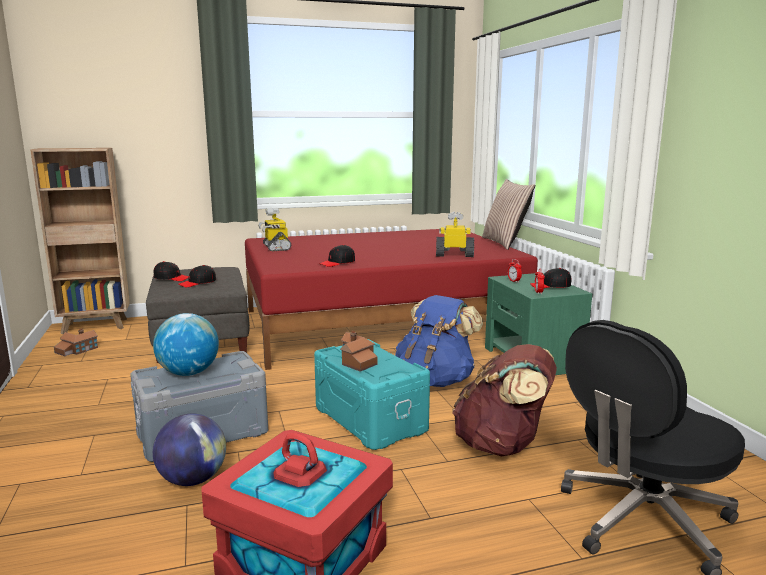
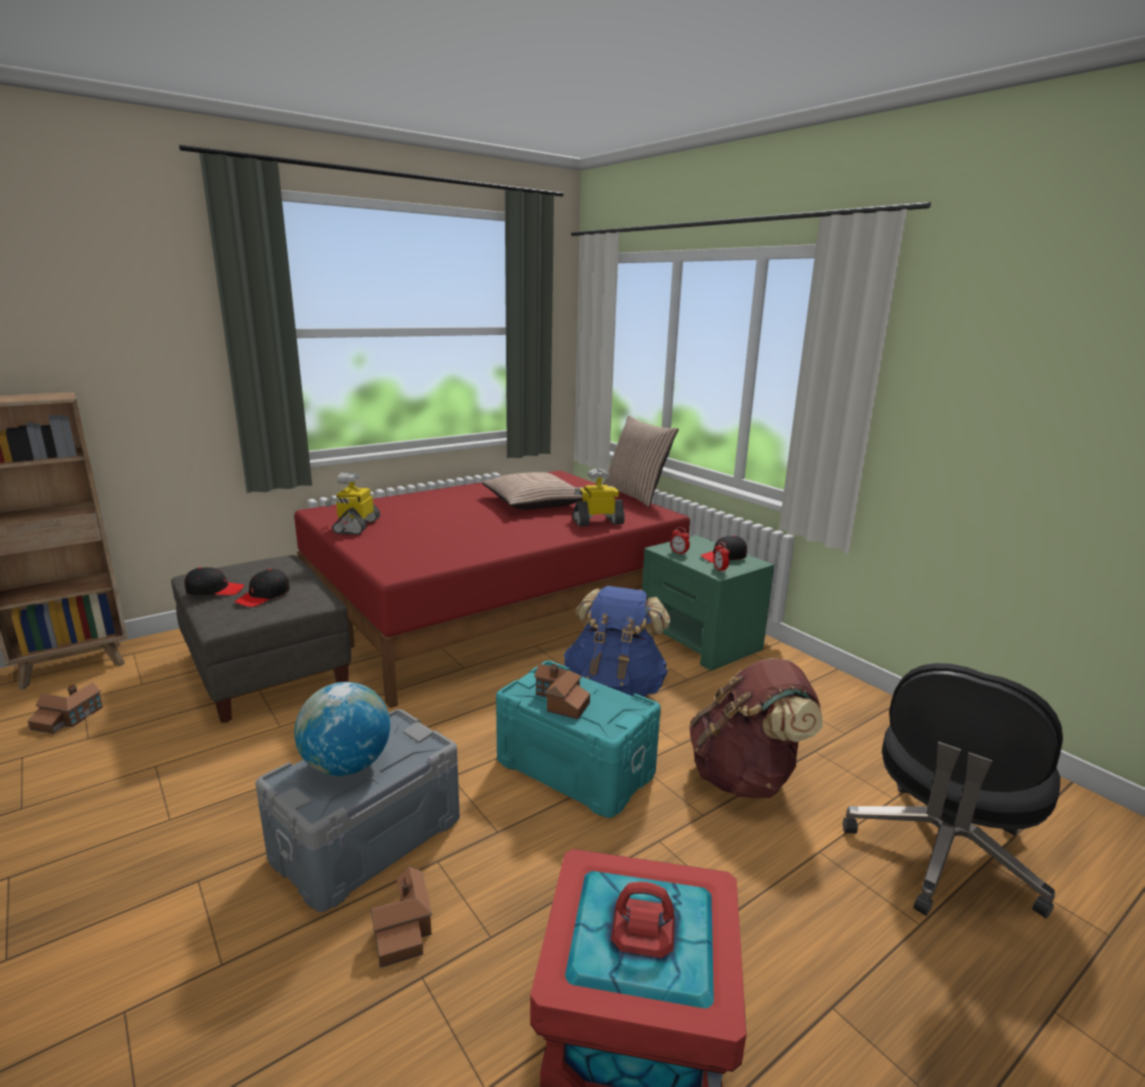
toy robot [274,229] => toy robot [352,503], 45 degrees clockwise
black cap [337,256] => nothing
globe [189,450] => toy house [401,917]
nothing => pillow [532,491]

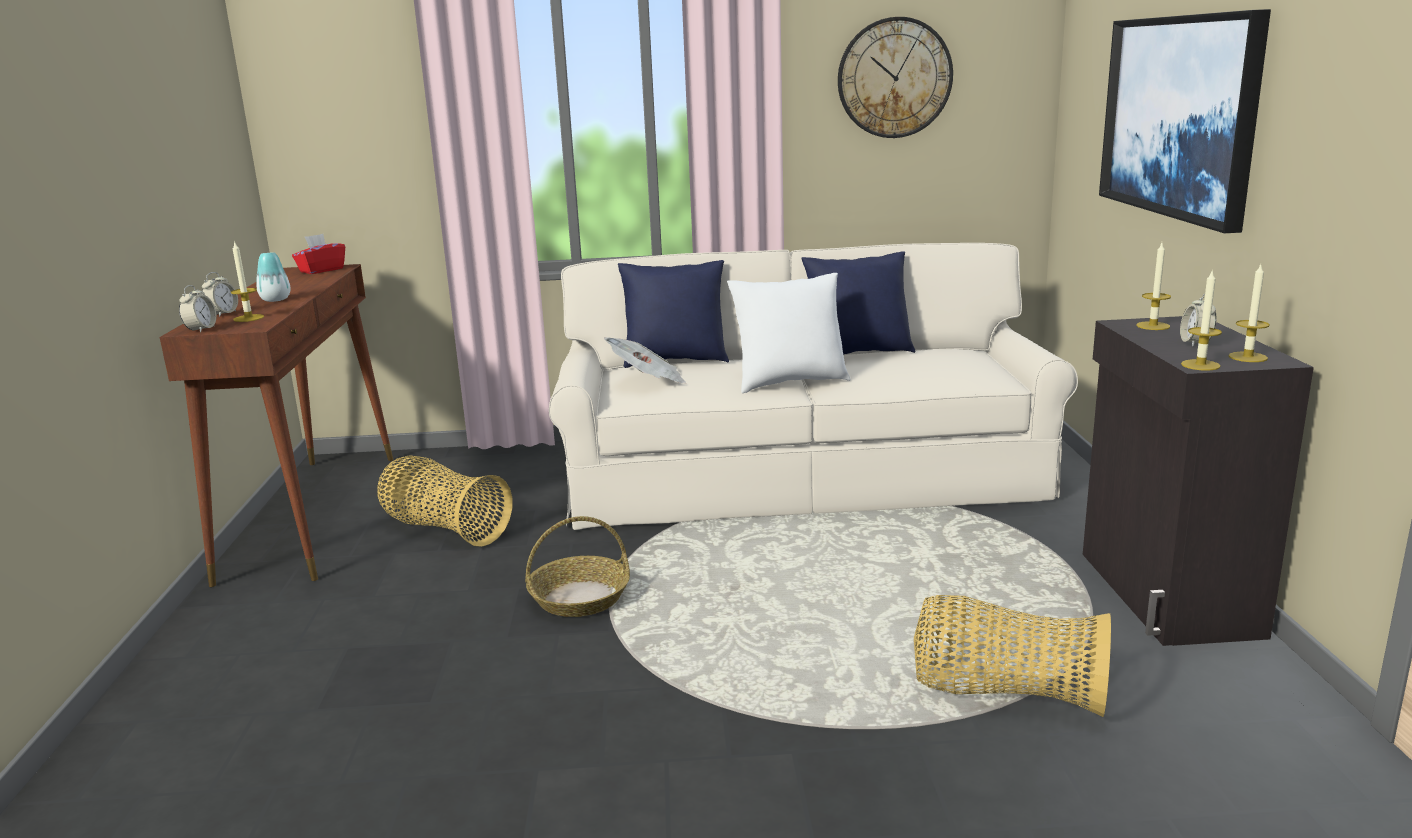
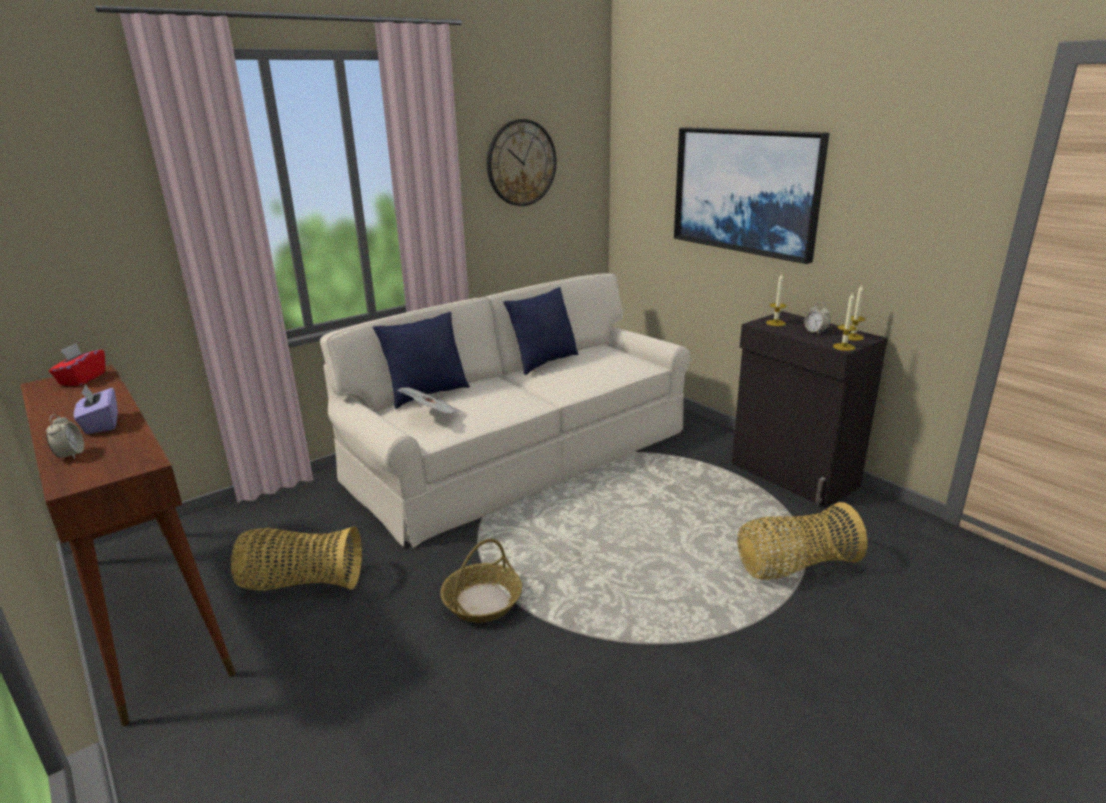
candle [247,281] => nothing
vase [273,277] => purple tissue box [96,409]
white pillow [788,333] => nothing
alarm clock [198,309] => nothing

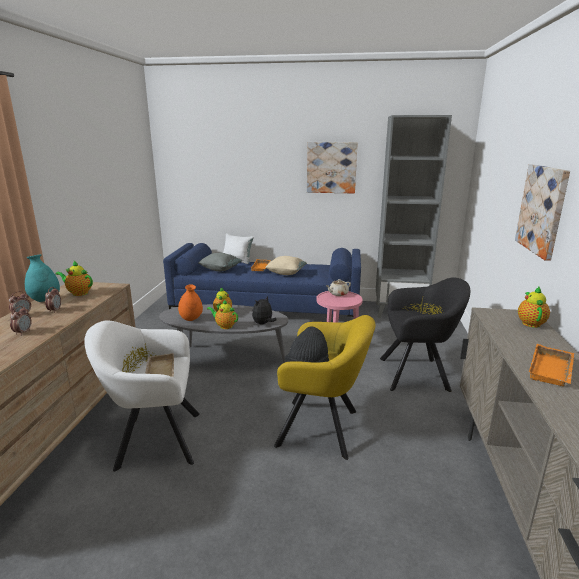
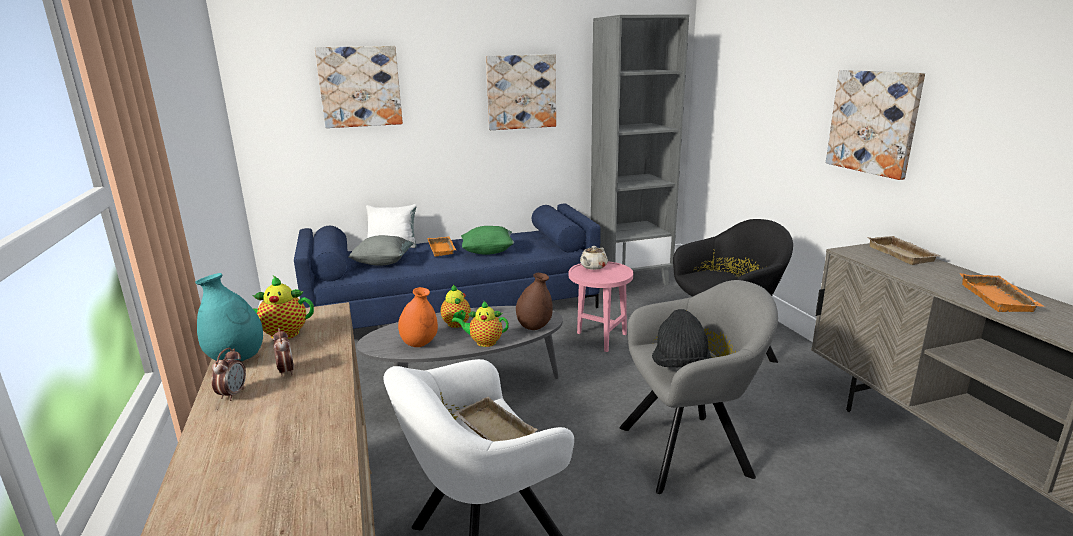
beige pillow [286,265] => green pillow [488,240]
teapot [534,307] => beige tray [904,250]
plush toy [264,310] => brown vase [534,301]
alarm clock [20,321] => nothing
yellow armchair [324,387] => grey armchair [699,387]
nothing => picture [359,87]

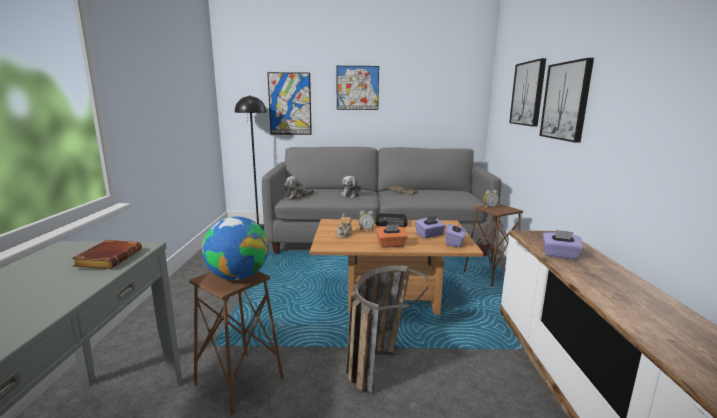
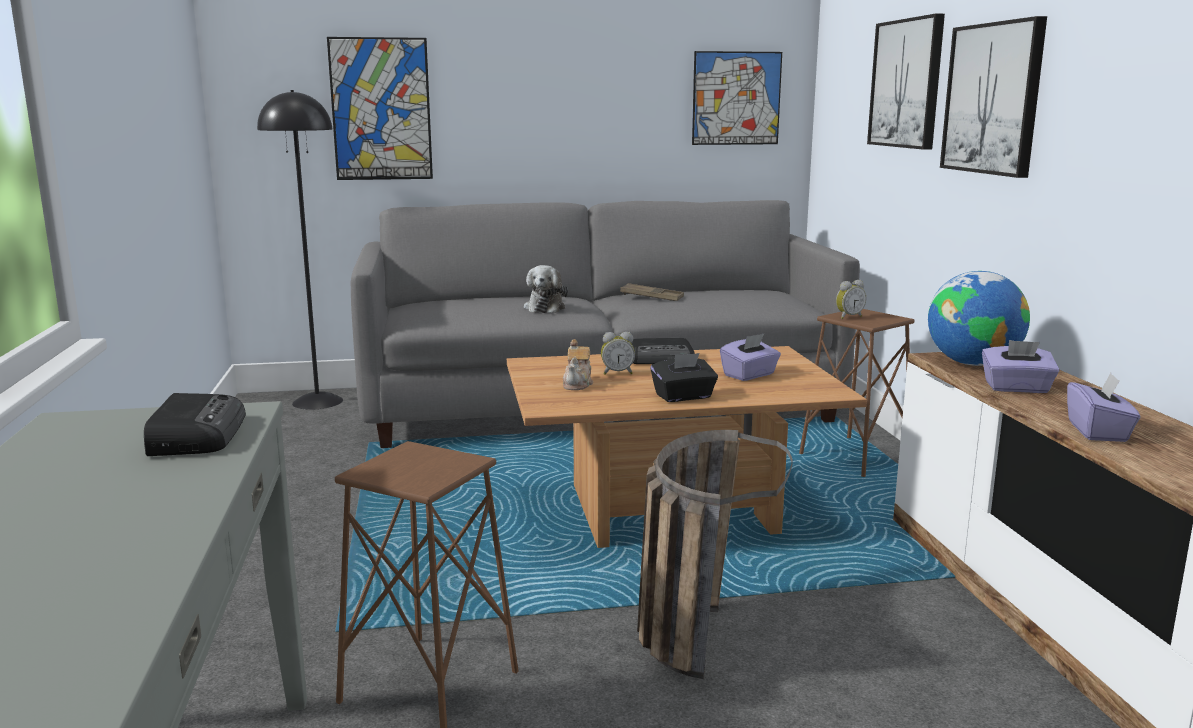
picture [357,88] => picture [737,98], shifted
plush toy [299,187] => nothing
globe [235,248] => globe [979,318], shifted
purple tissue box [455,234] => purple tissue box [1104,407], shifted
orange tissue box [392,236] => black tissue box [684,377]
brown book [107,254] => radio [195,424]

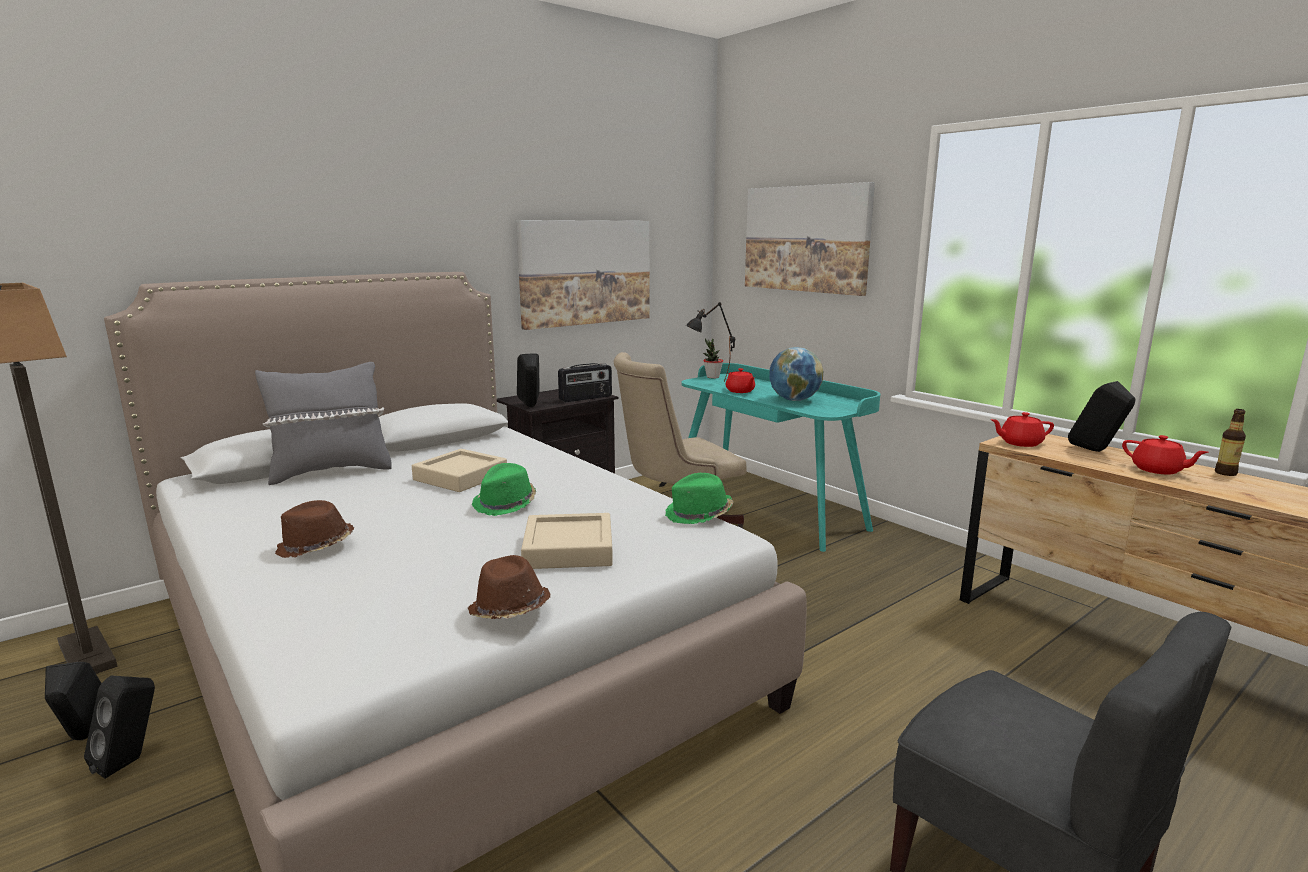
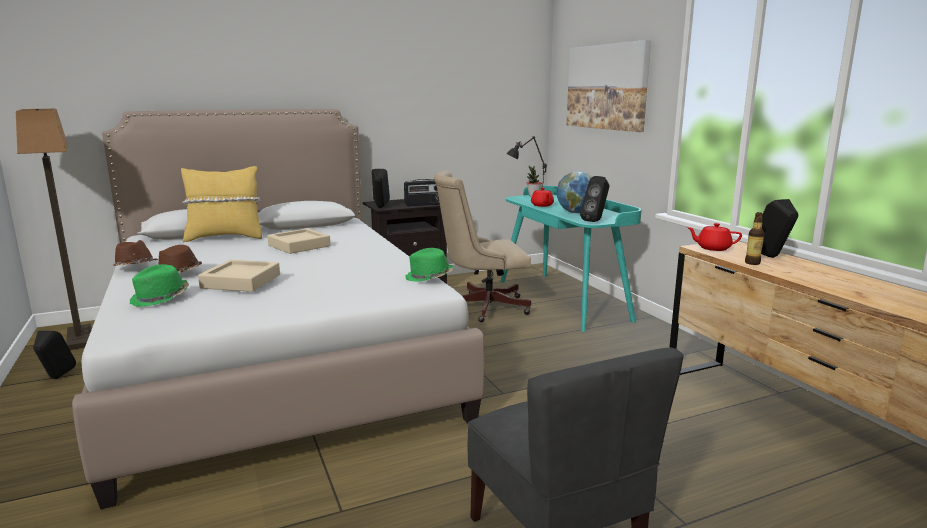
picture [582,275] => nothing
grey pillow [323,423] => yellow pillow [221,204]
bottle [1230,442] => bottle [754,238], shifted
red teapot [1165,455] => nothing
green hat [504,489] => green hat [159,285], shifted
beige tray [567,541] => beige tray [239,276], shifted
brown hat [509,587] => brown hat [133,253], shifted
black speaker [119,727] => black speaker [594,199], shifted

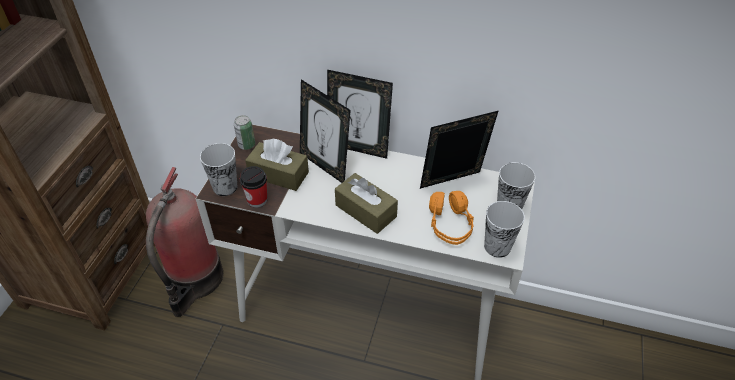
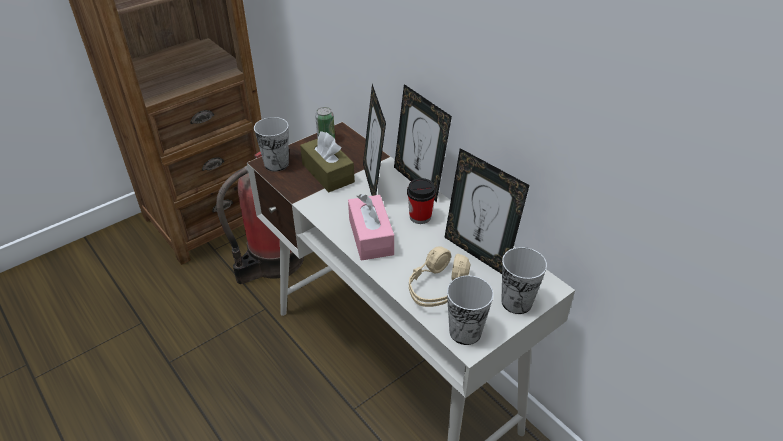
picture frame [459,150] => picture frame [486,211], 150 degrees counterclockwise
cup [253,187] => cup [421,201], shifted
brown tissue box [366,203] => pink tissue box [371,227]
orange headphones [451,218] => beige headphones [439,276]

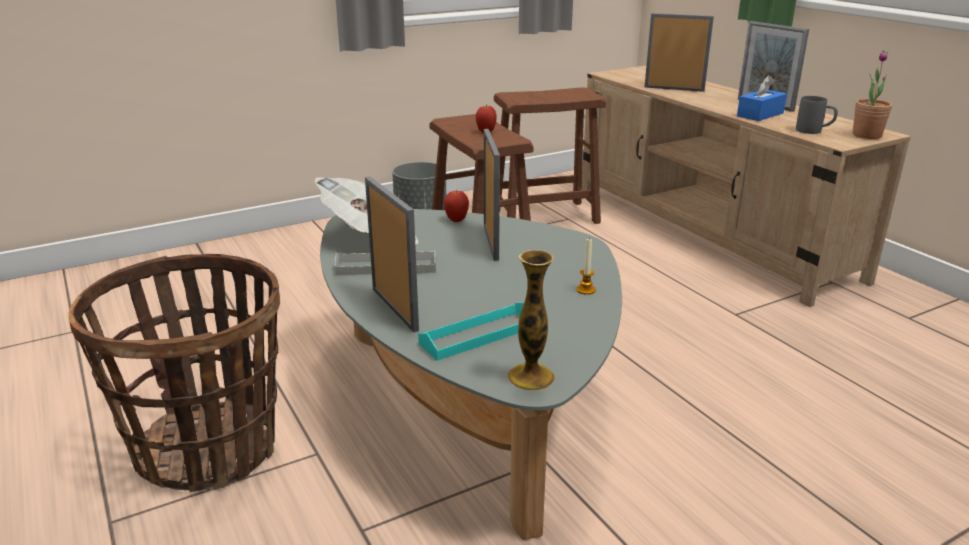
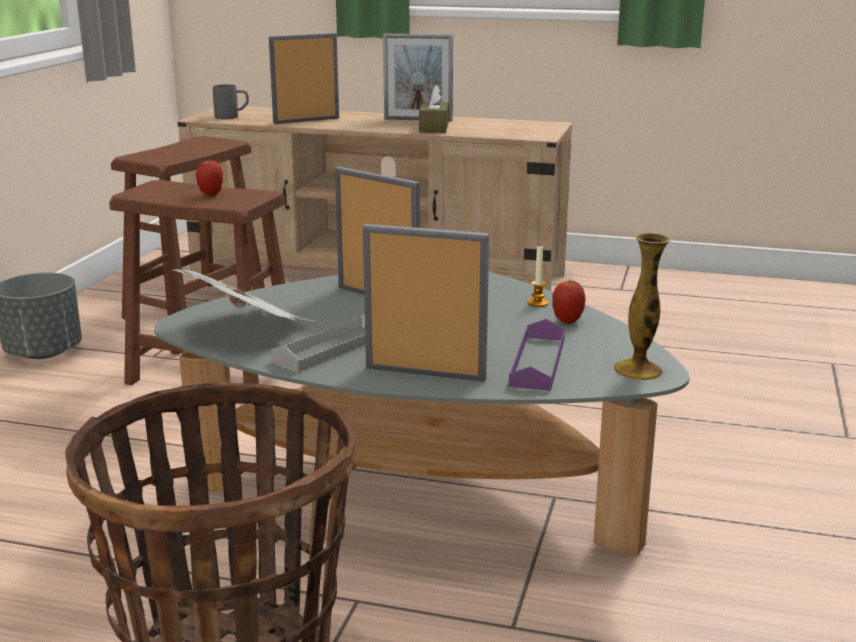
potted plant [872,95] => nothing
blue tissue box [762,98] => brown tissue box [434,109]
grey mug [817,115] => grey mug [231,101], shifted
apple [456,205] => apple [569,301], shifted
turquoise tray [471,332] => purple tray [537,355]

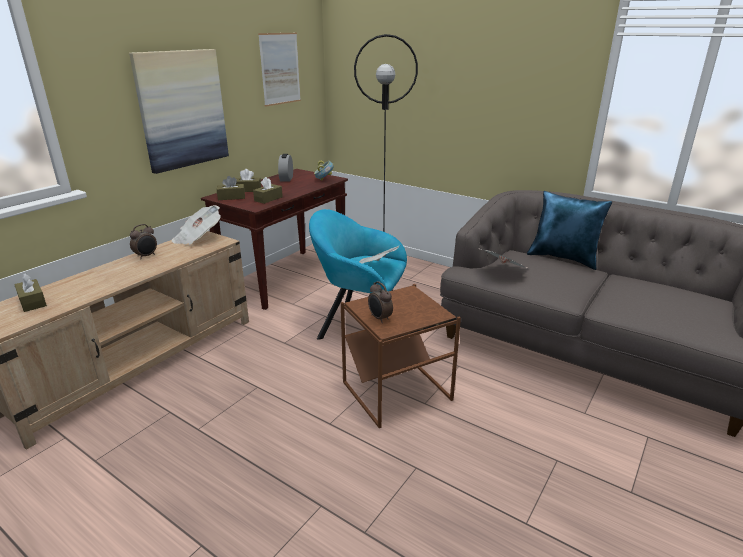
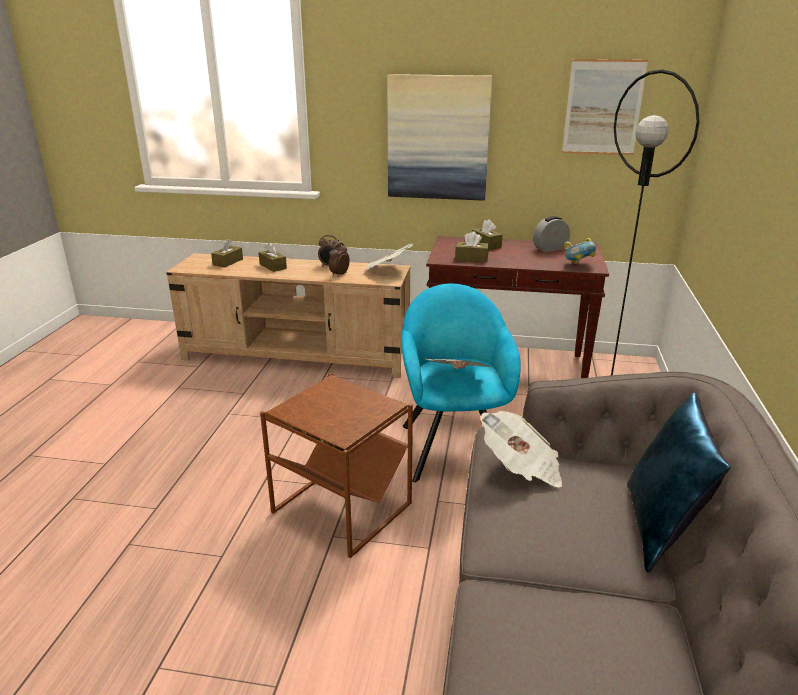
brown tissue box [231,188] => brown tissue box [272,257], shifted
alarm clock [380,302] => alarm clock [339,260], shifted

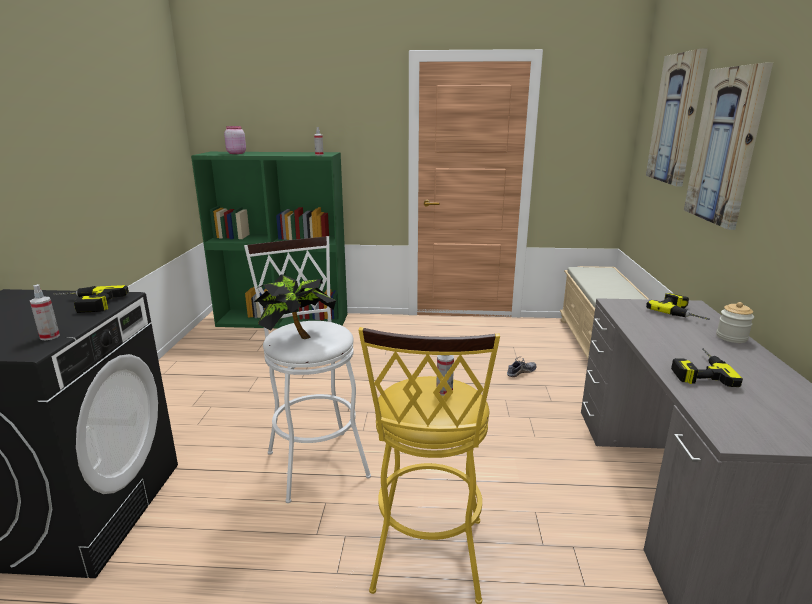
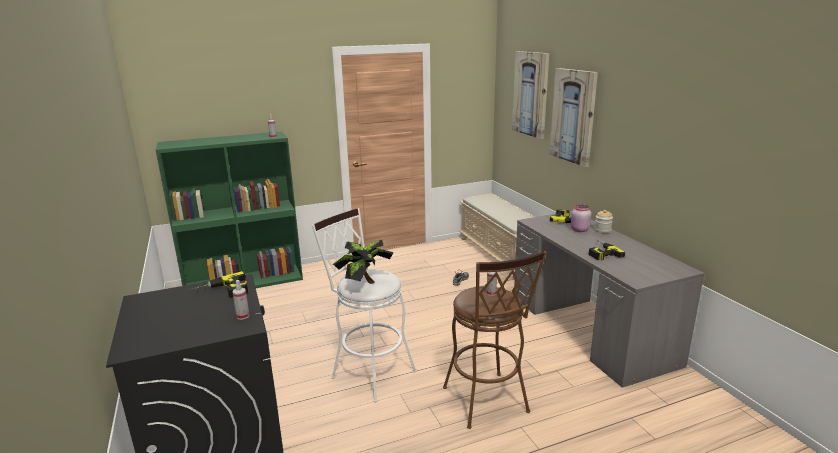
pink jar [235,140] => pink jar [581,218], shifted
yellow stool [429,465] => brown stool [495,340]

